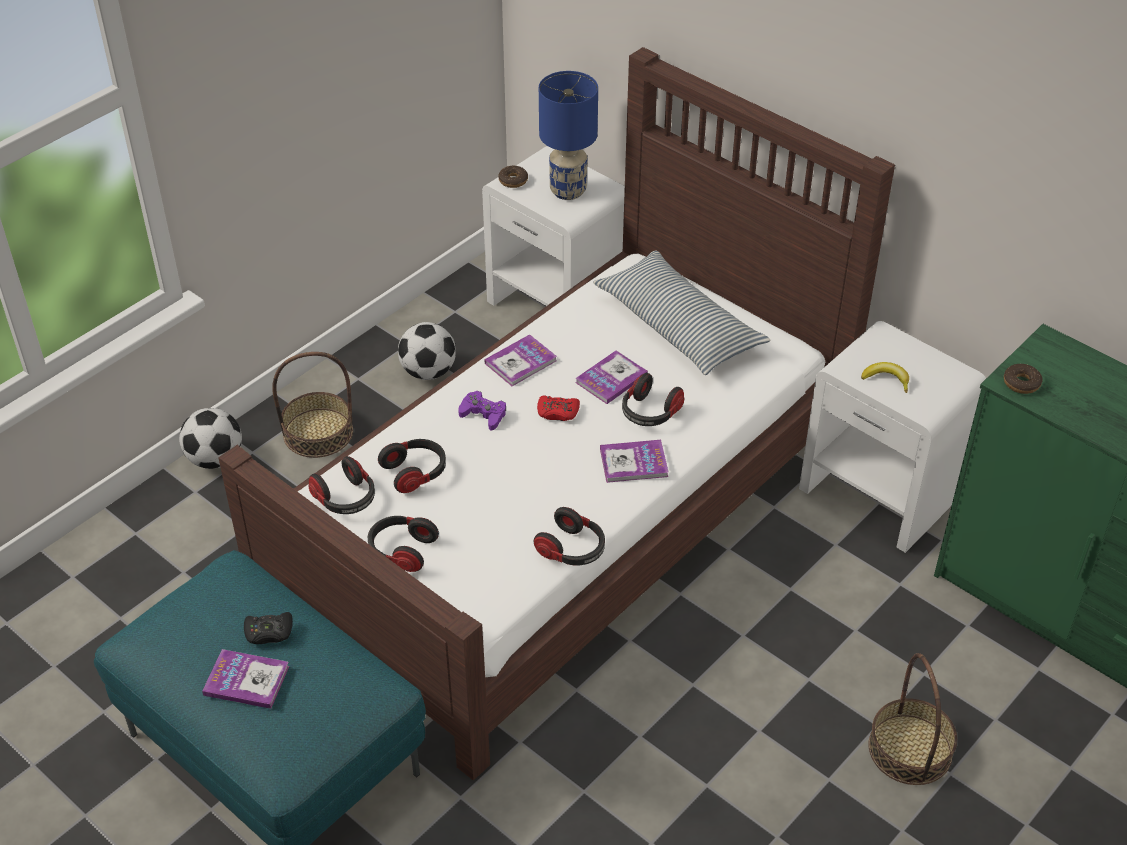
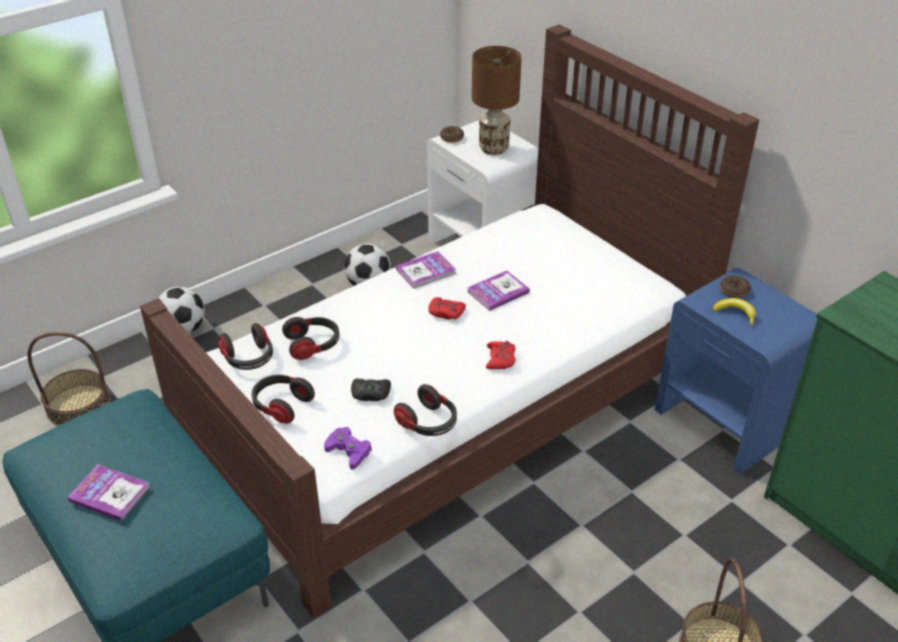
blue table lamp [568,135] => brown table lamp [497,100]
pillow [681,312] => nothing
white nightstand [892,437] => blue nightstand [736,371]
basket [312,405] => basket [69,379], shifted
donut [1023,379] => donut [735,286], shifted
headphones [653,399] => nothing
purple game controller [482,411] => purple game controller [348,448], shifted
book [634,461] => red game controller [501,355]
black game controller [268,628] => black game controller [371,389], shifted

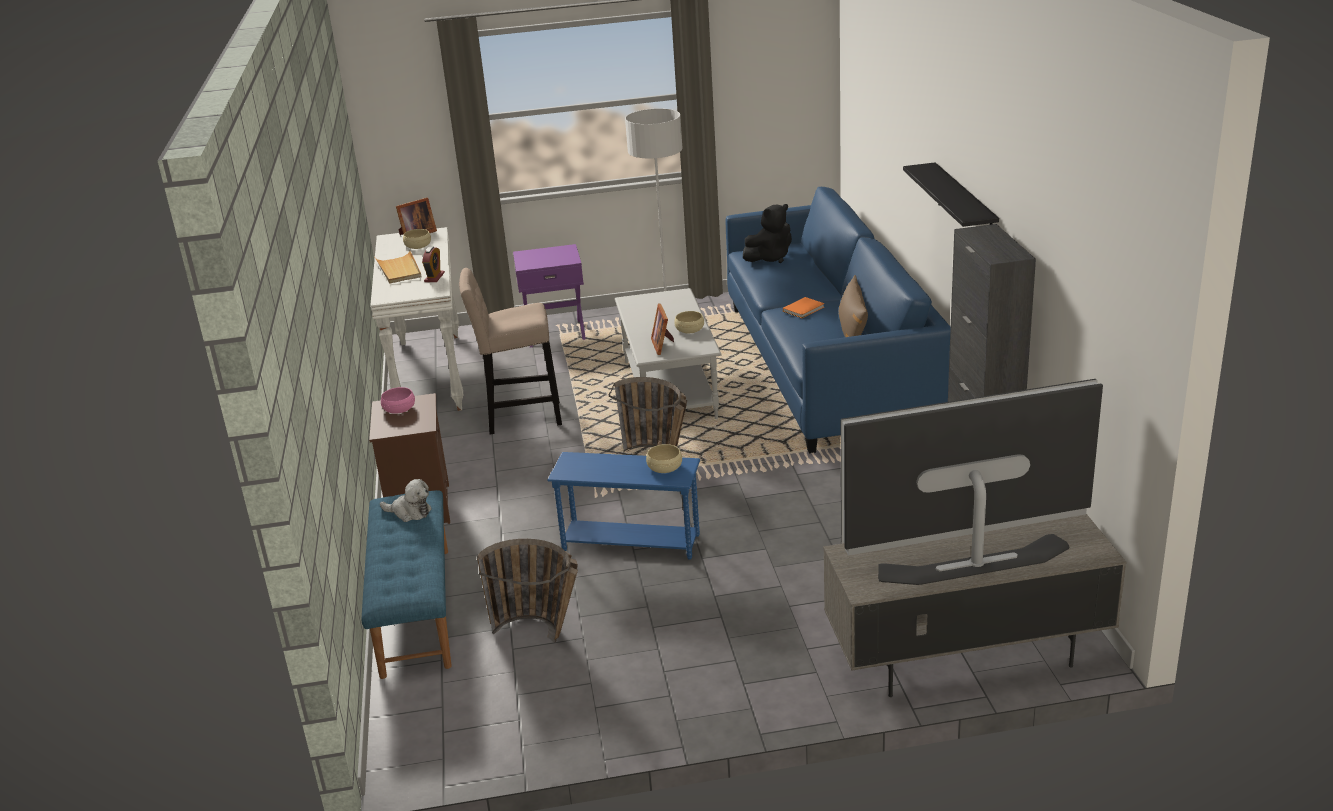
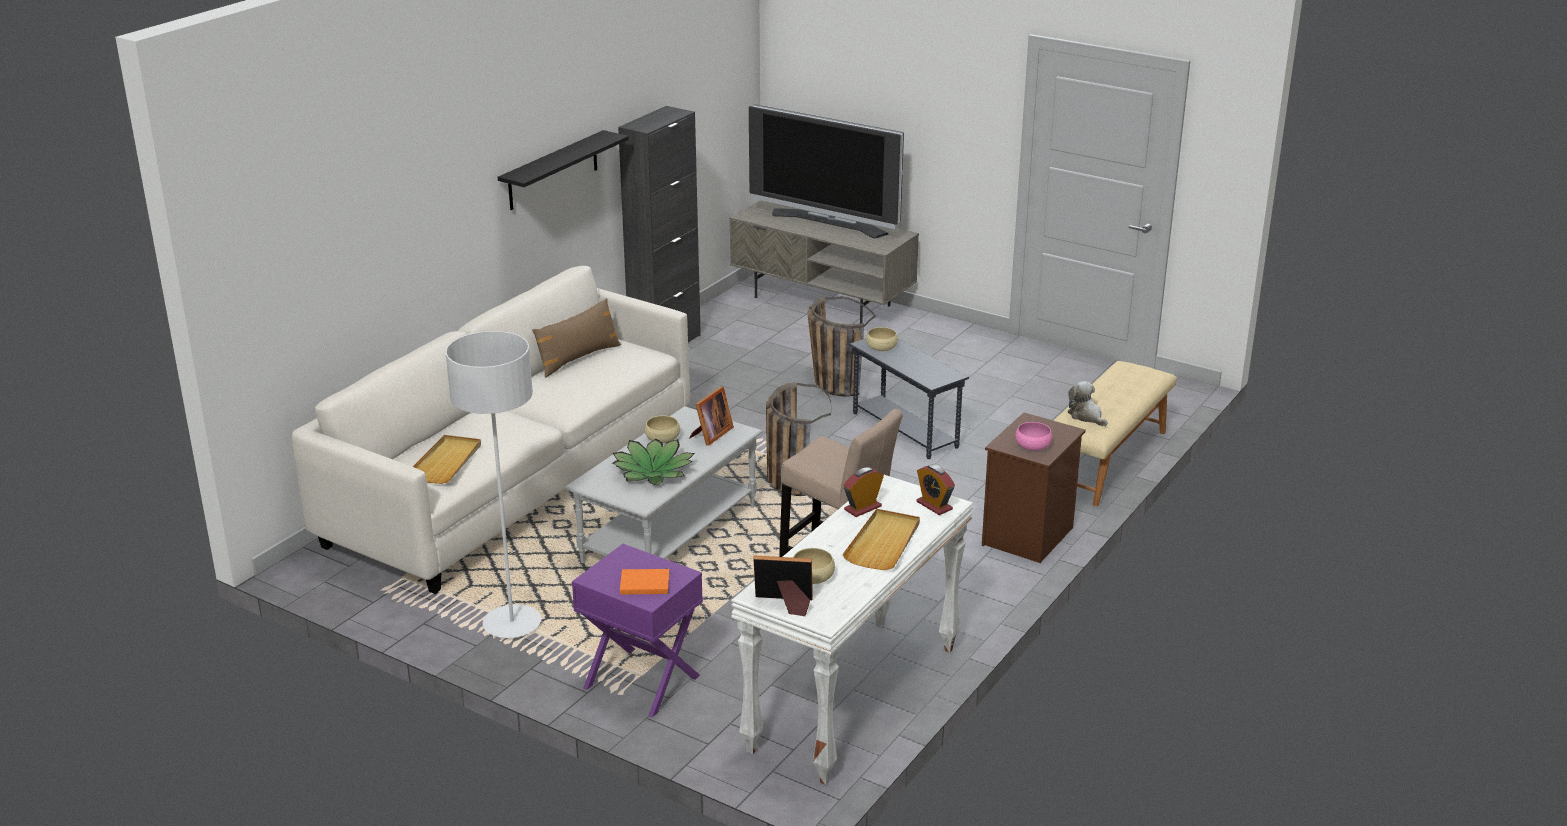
blue sofa [838,320] => white sofa [491,430]
black plush toy [767,233] => beige tray [447,459]
orange book [804,307] => orange book [644,582], shifted
blue side table [624,506] => grey side table [908,398]
blue bench [406,584] => beige bench [1115,433]
basket [527,591] => basket [841,346], shifted
nothing => potted plant [653,462]
nothing => alarm clock [935,489]

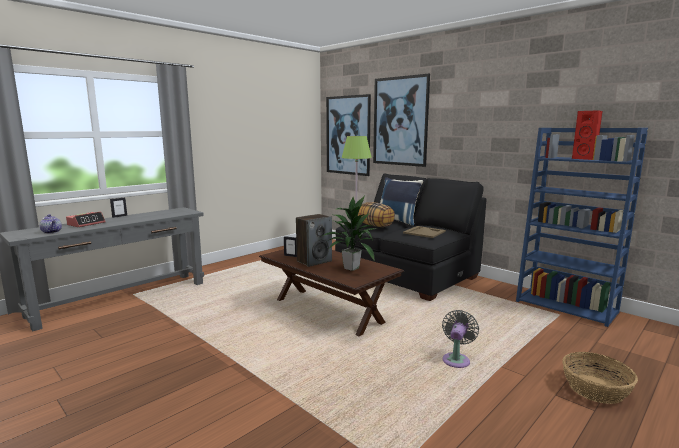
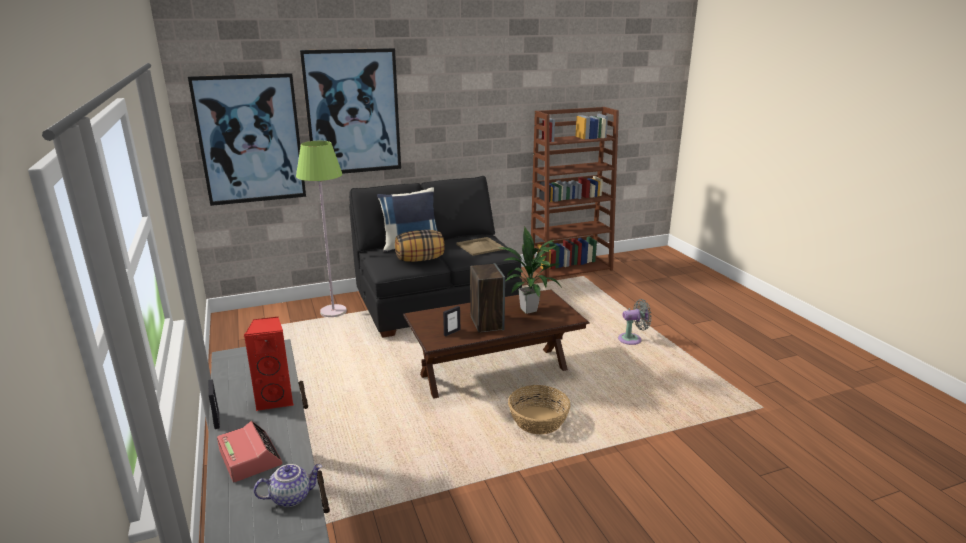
red speaker [587,135] => red speaker [269,364], shifted
blue bookcase [582,227] => brown bookcase [575,194]
grey fan [460,339] => grey fan [635,322], 120 degrees clockwise
basket [600,378] => basket [539,409], shifted

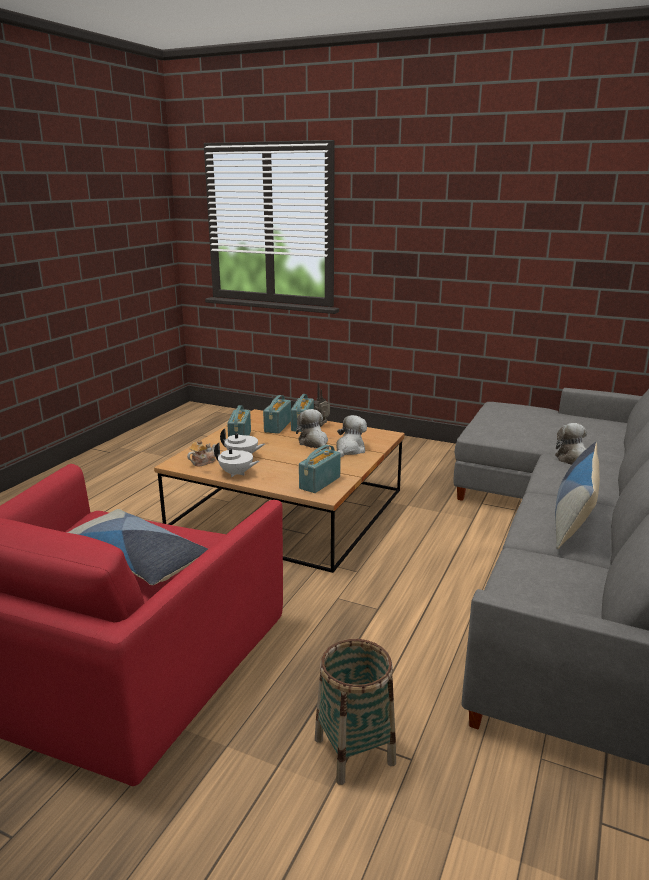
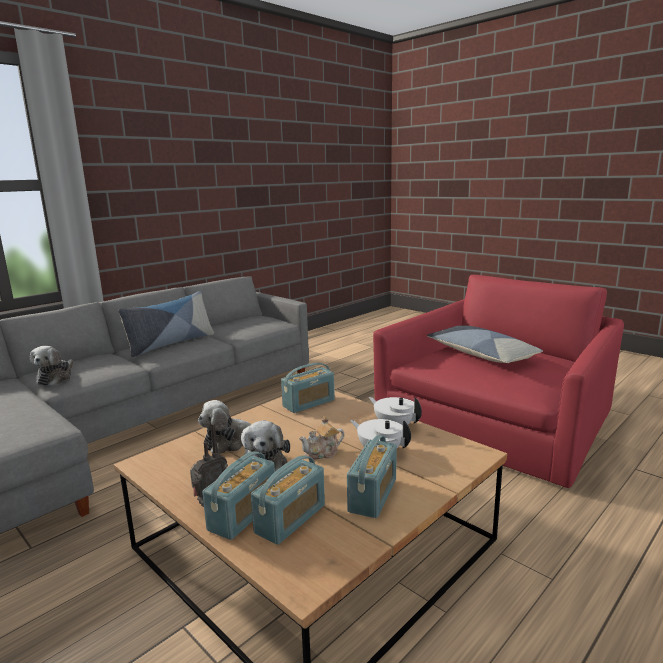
teapot [201,453] => teapot [321,437], shifted
basket [355,712] => nothing

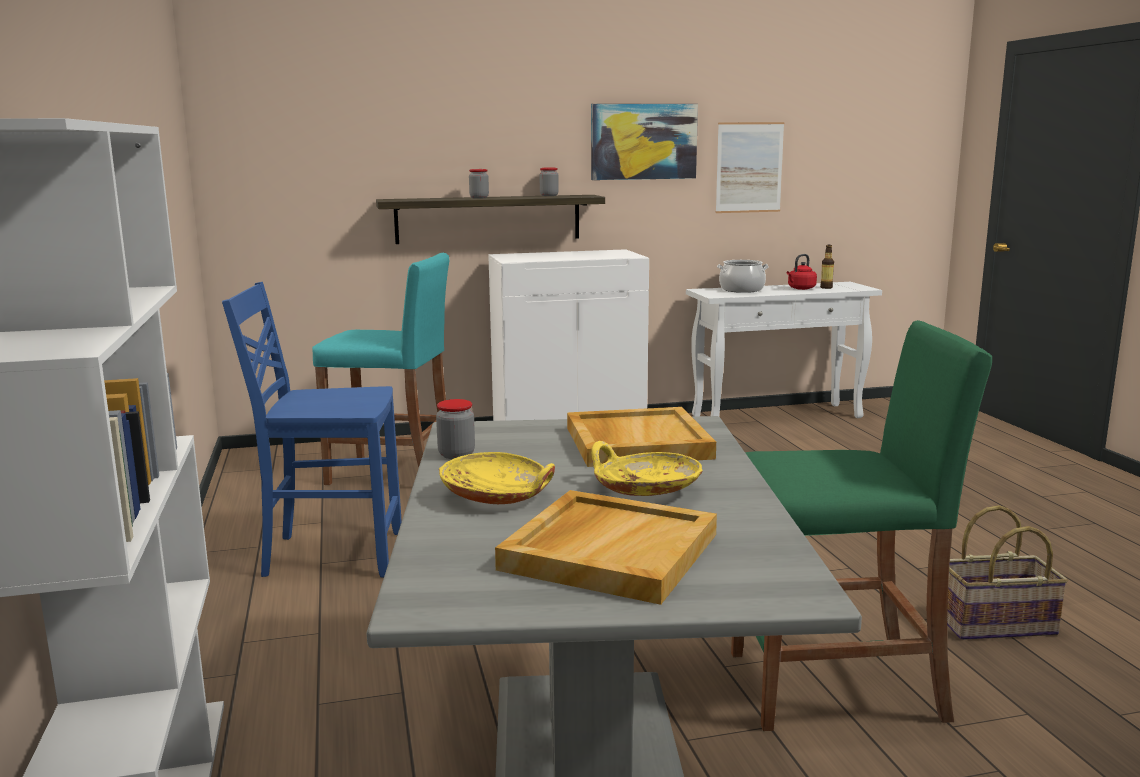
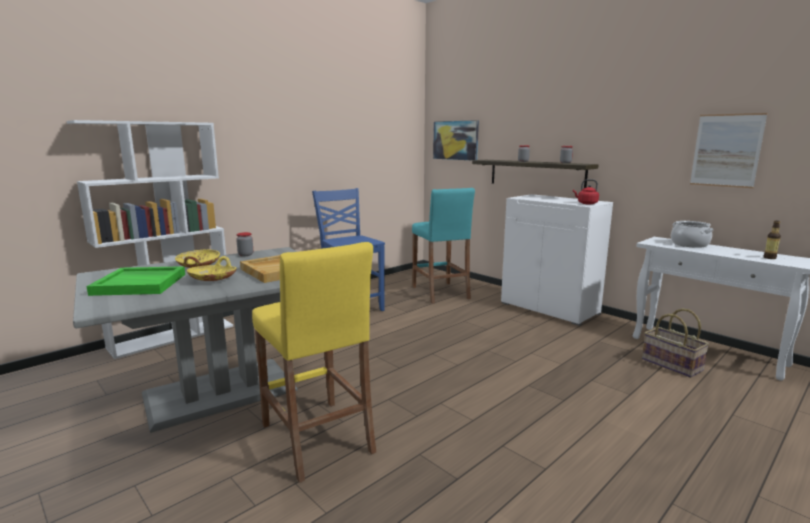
picture [644,142] => picture [456,140], shifted
red kettle [802,272] => red kettle [586,191], shifted
green stool [861,525] => yellow stool [314,362]
beige tray [606,547] => green tray [136,281]
basket [1007,572] => basket [675,343], shifted

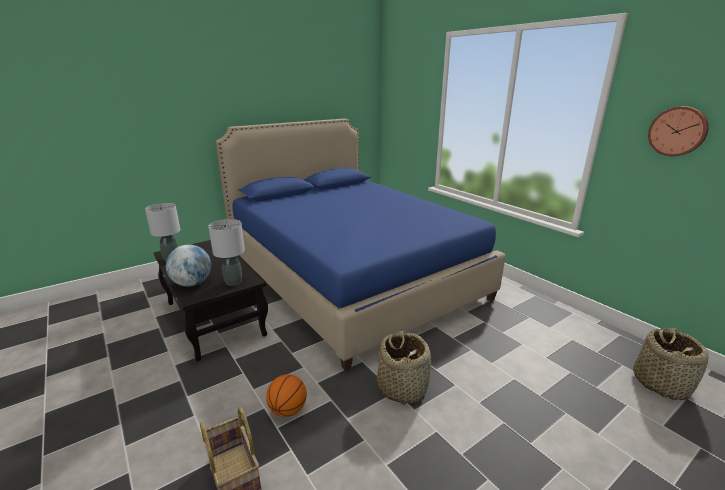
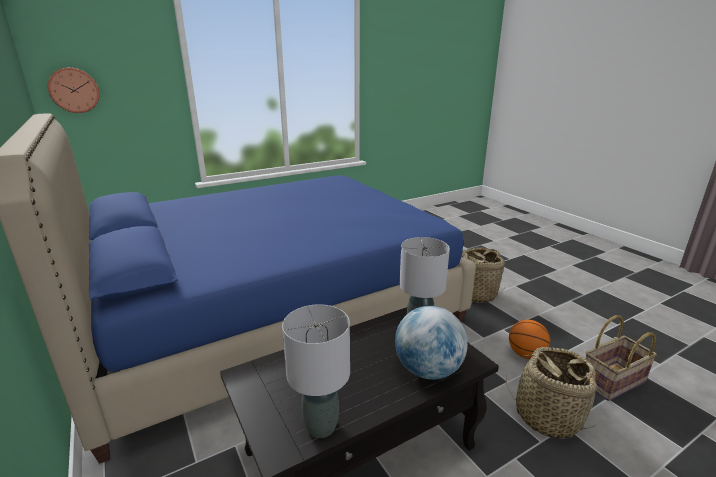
wall clock [678,131] => wall clock [74,90], shifted
basket [670,363] => basket [554,393], shifted

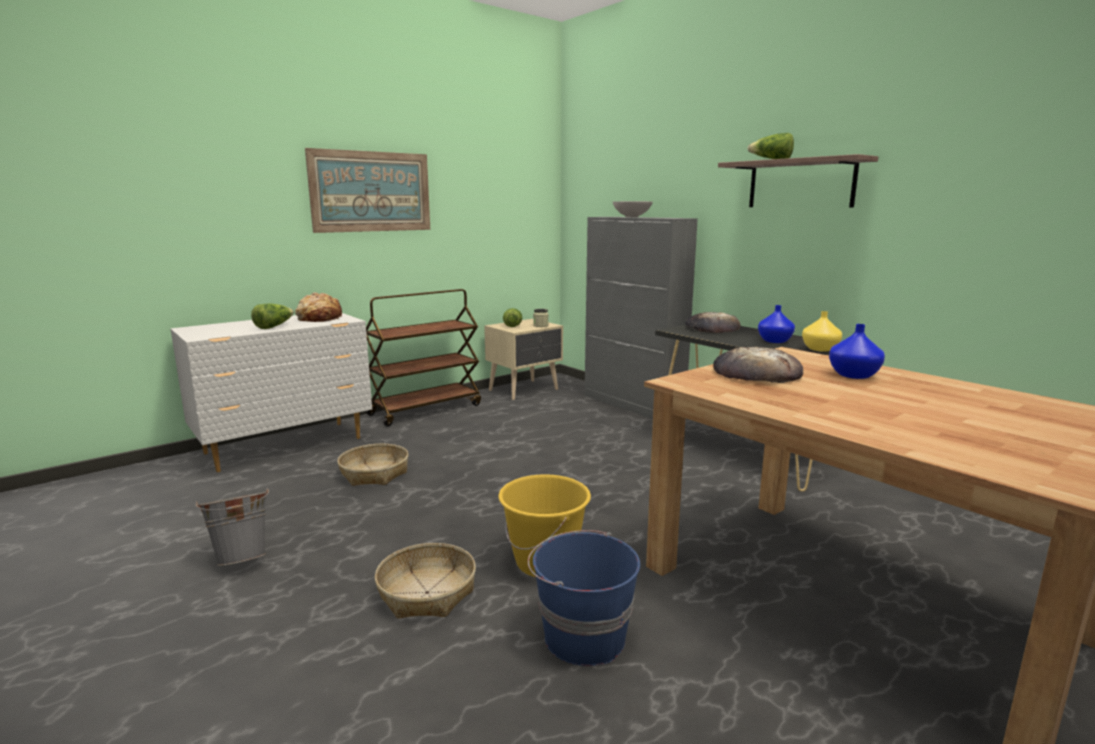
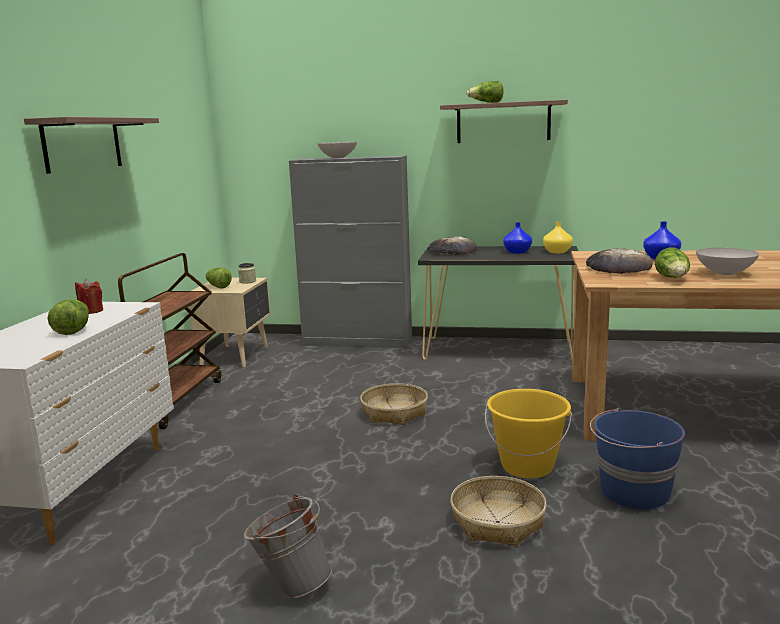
picture [367,190] => shelf [91,145]
bread [318,307] => red candle [89,296]
basket [373,465] => basket [394,404], shifted
nothing => lettuce [672,262]
nothing => white bowl [727,261]

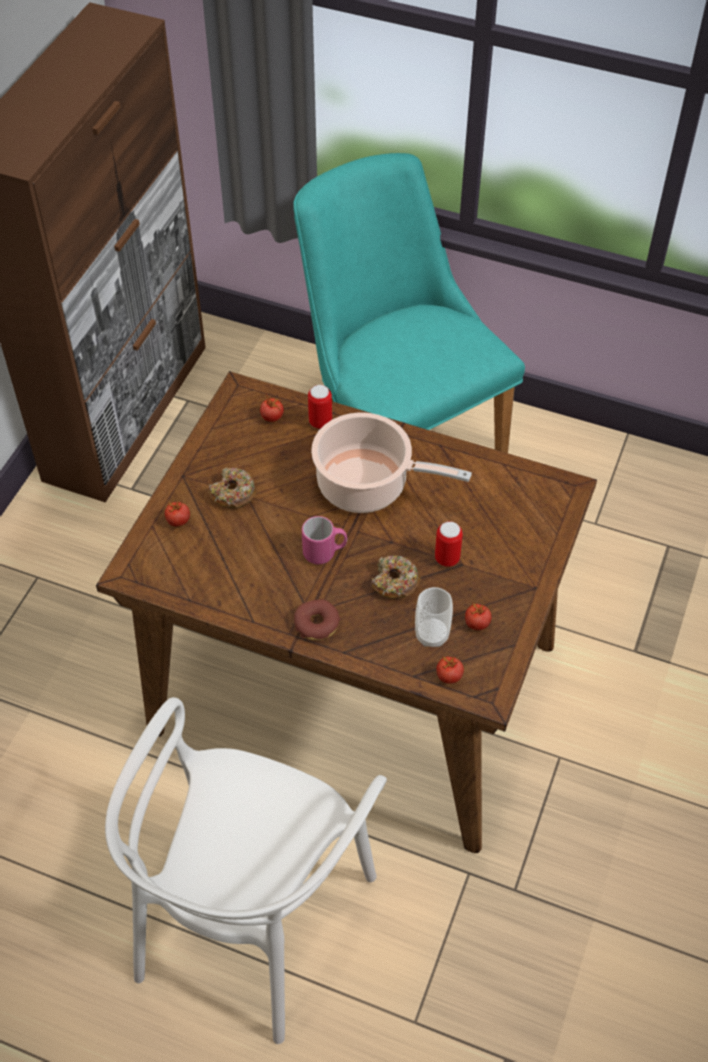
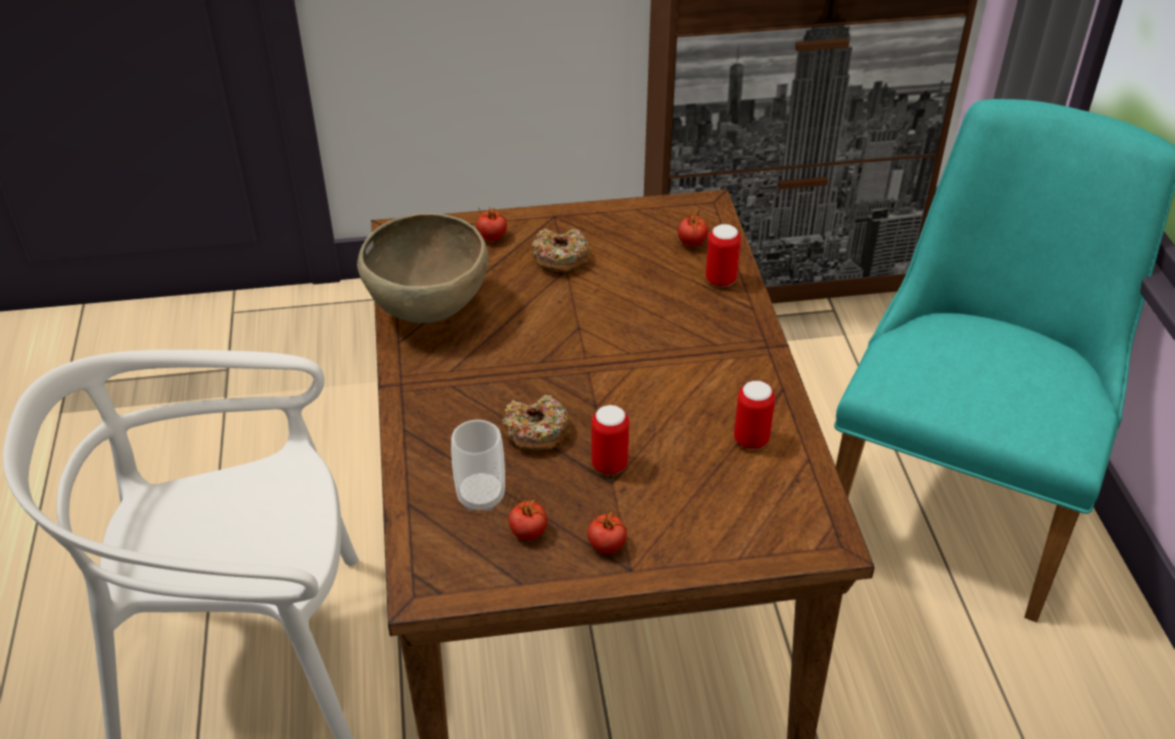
cooking pot [391,462] => nothing
pink mug [324,540] => nothing
donut [317,619] => nothing
tomato [450,670] => tomato [607,532], shifted
nothing => brown bowl [422,268]
nothing => can [754,414]

